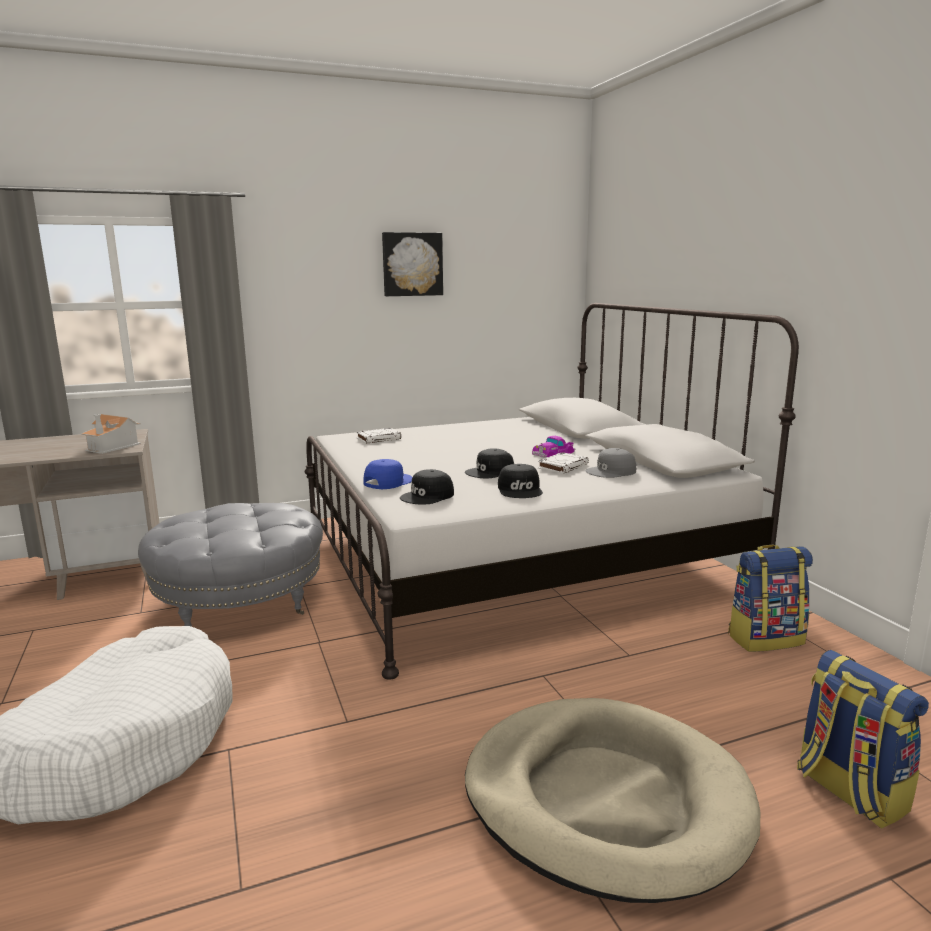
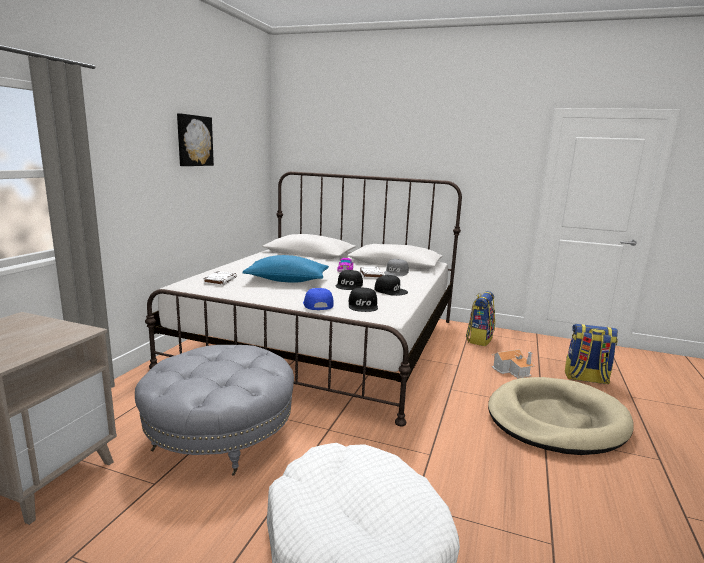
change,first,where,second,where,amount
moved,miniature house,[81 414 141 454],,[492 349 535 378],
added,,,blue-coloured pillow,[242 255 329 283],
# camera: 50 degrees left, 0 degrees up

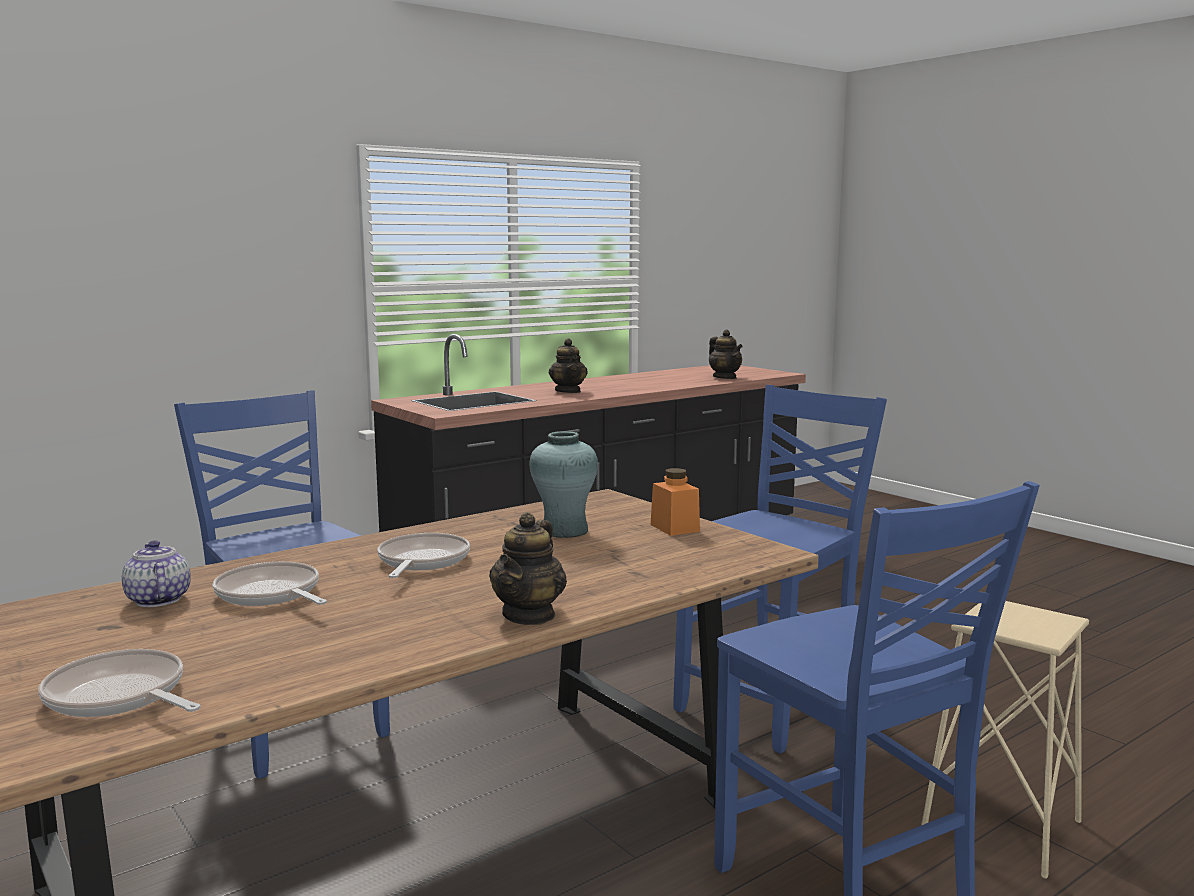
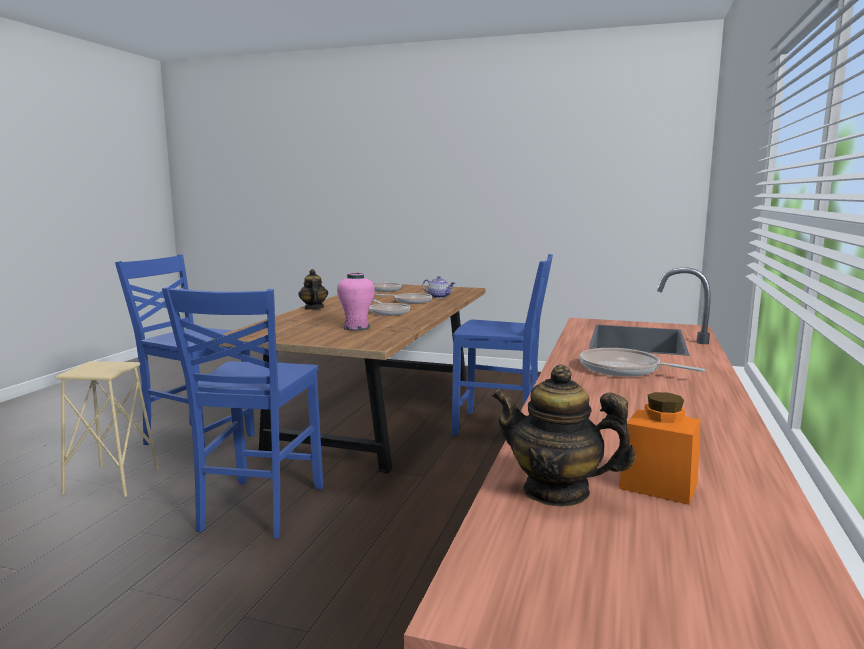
change,first,where,second,where,amount
replaced,tea pot,[549 338 588 393],pan,[579 348 705 377],
recoloured,turquoise-coloured decorative vase,[530 431 598 538],pinkish decorative vase,[337 272 375 331],
moved,orange-coloured preserve jar,[651 468 700 536],,[619 392 700 505],
# camera: 145 degrees right, 0 degrees up

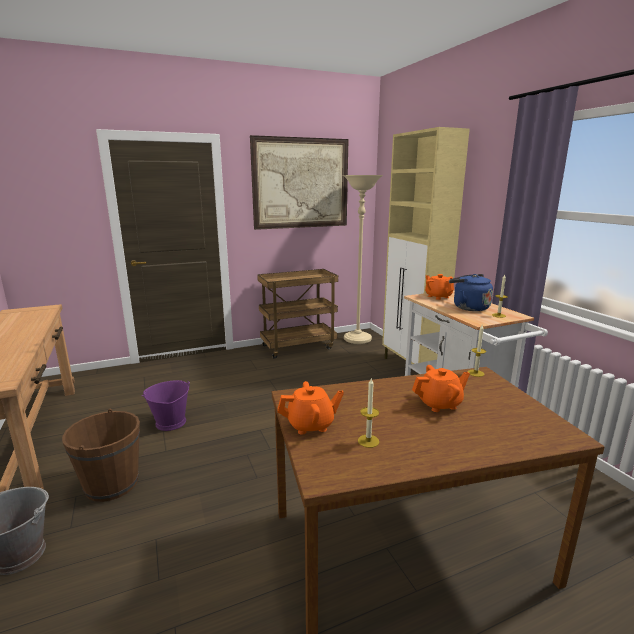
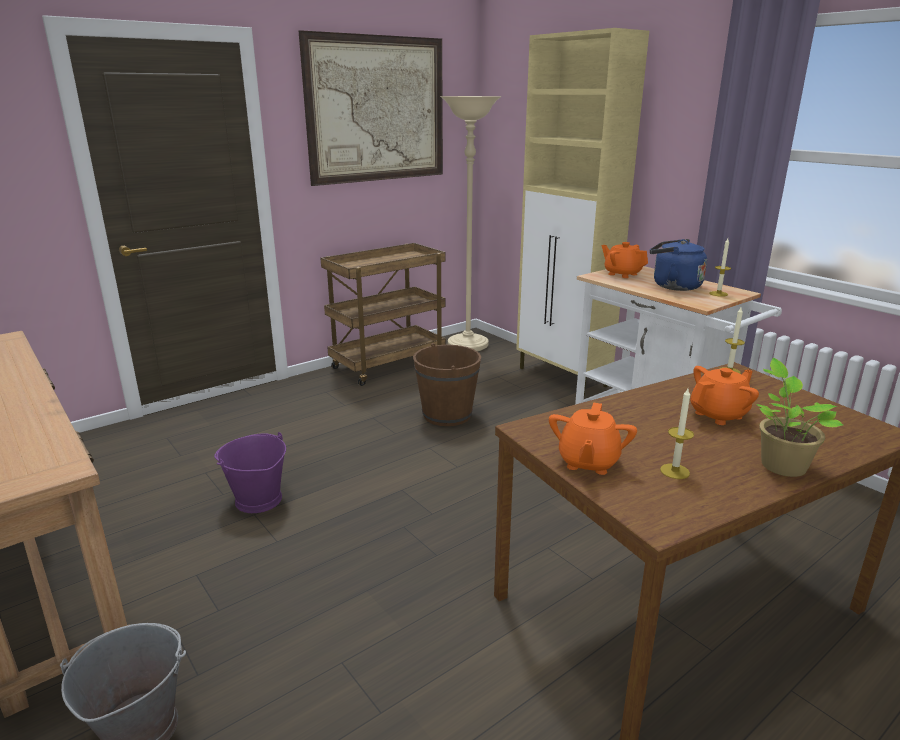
change,first,where,second,where,amount
turned,orange-coloured tea pot,[277 381 344 435],,[549 402 637 475],135 degrees clockwise
moved,brownish pail,[62 409 140 502],,[413 343 481 426],
added,,,plant in a pot,[757 358 843 477],
# camera: 15 degrees left, 5 degrees up

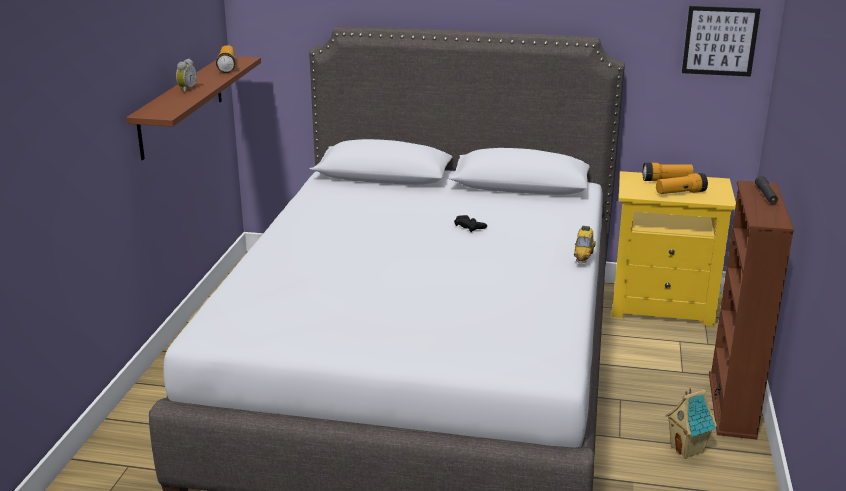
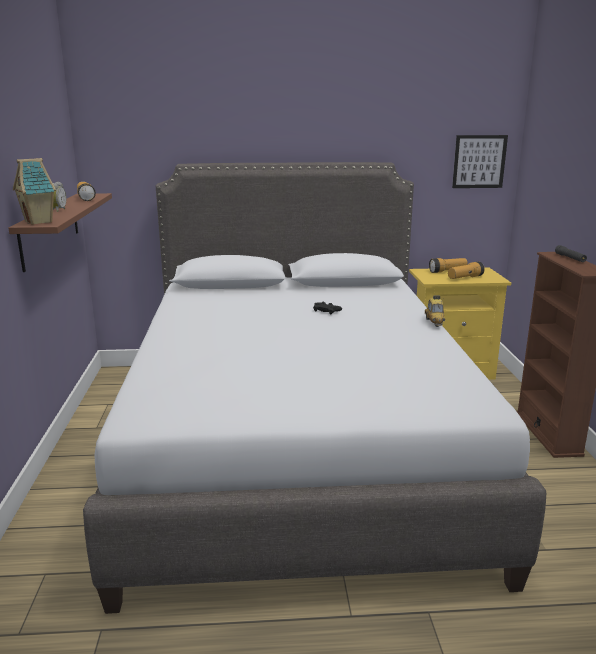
change,first,where,second,where,amount
moved,miniature house,[665 388 717 459],,[13 158 56 225],
# camera: 15 degrees left, 5 degrees down

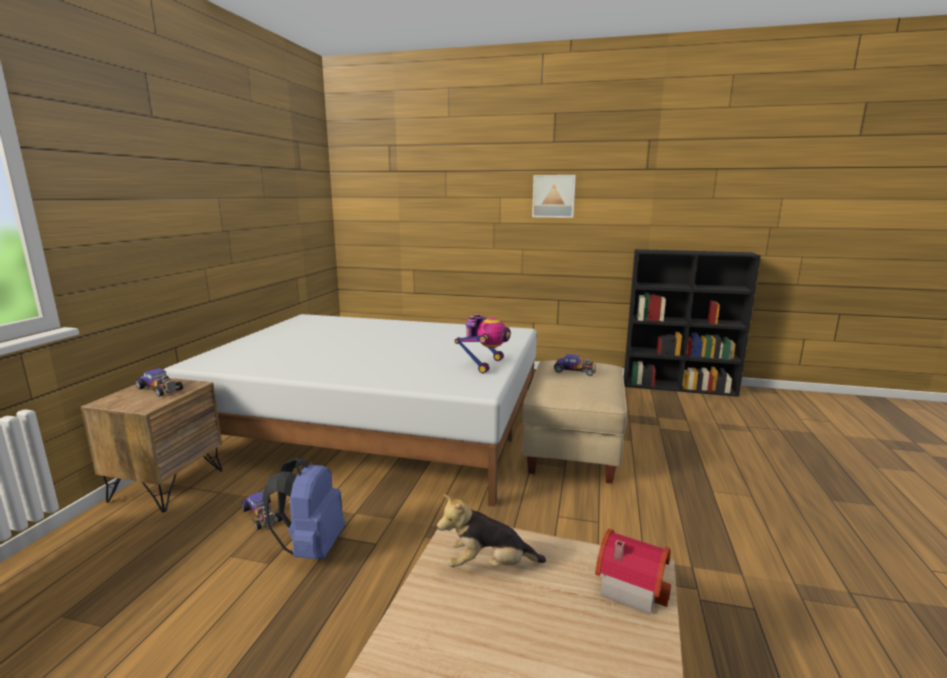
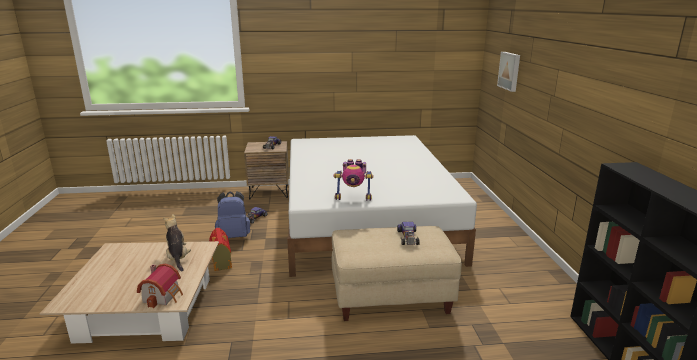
change,first,where,second,where,amount
moved,wall picture,[532 175 576 218],,[497 52 520 92],
added,,,miniature house,[209 228 232 271],
# camera: 70 degrees right, 5 degrees up

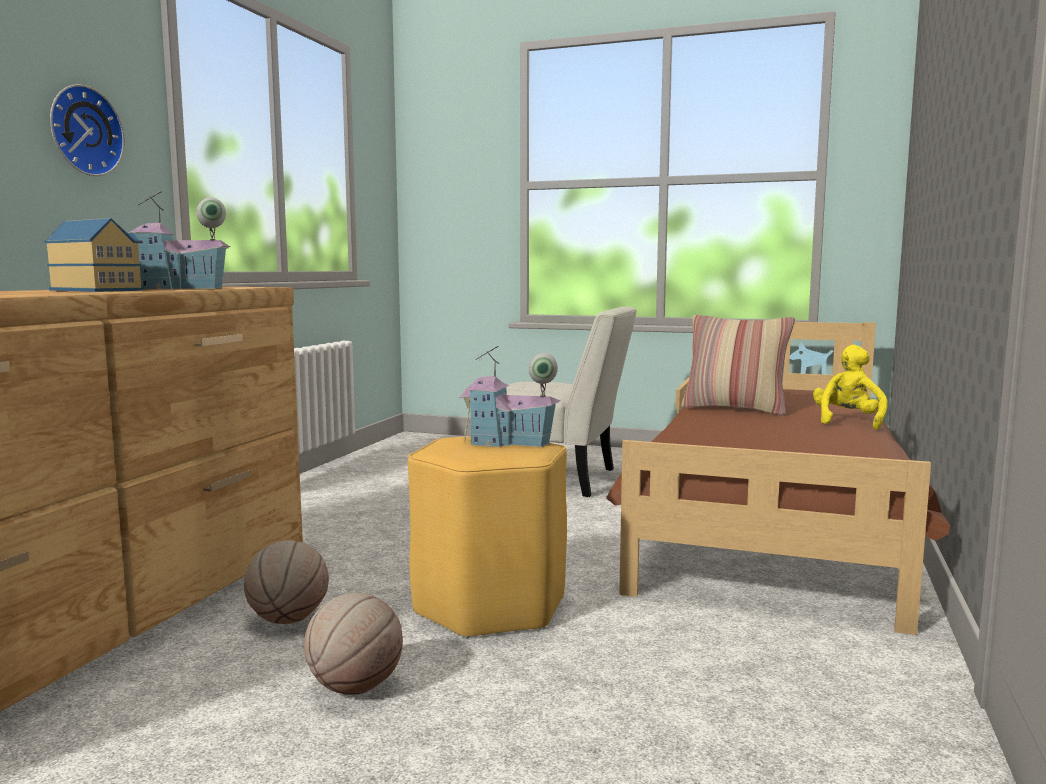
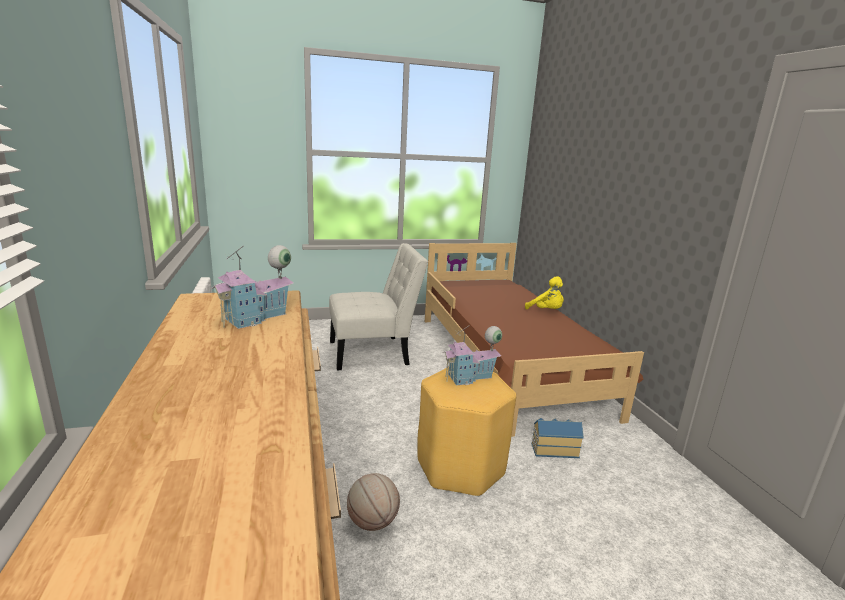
change,first,where,second,where,amount
removed,clock on the wall,[50 84 125 176],,,
moved,miniature house,[44 218 143 292],,[531 418 584 458],
removed,pillow,[681 315 795 416],,,
turned,yellow-coloured plush toy,[813 345 888 430],,[525 276 564 309],150 degrees clockwise
removed,ball for basketball,[304 593 403 695],,,
# camera: 35 degrees left, 10 degrees up

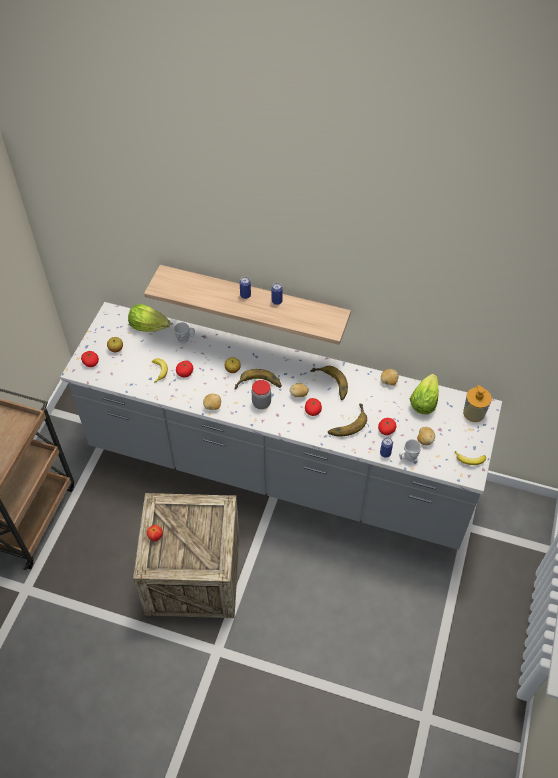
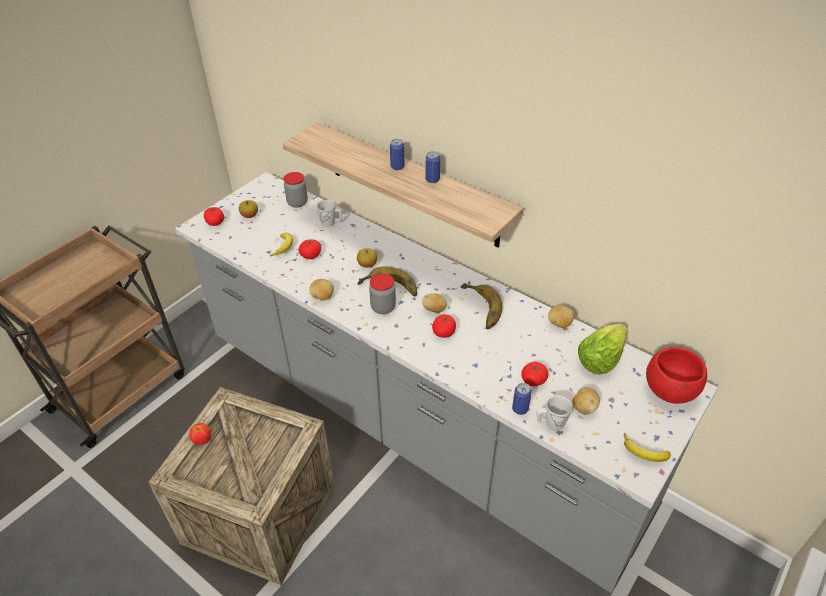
change,first,where,second,where,amount
replaced,lettuce,[128 304 170 332],preserve jar,[284 172 308 208],
replaced,soap bottle,[463 385 492 422],red deep dish,[646 347 707 404],
removed,banana fruit,[328 403 367 436],,,
# camera: 20 degrees right, 10 degrees down

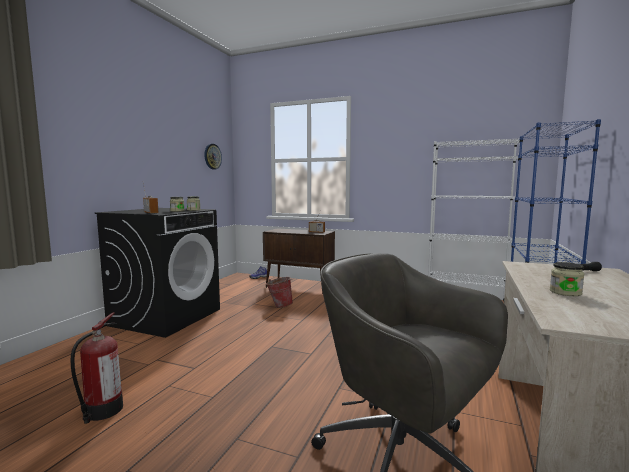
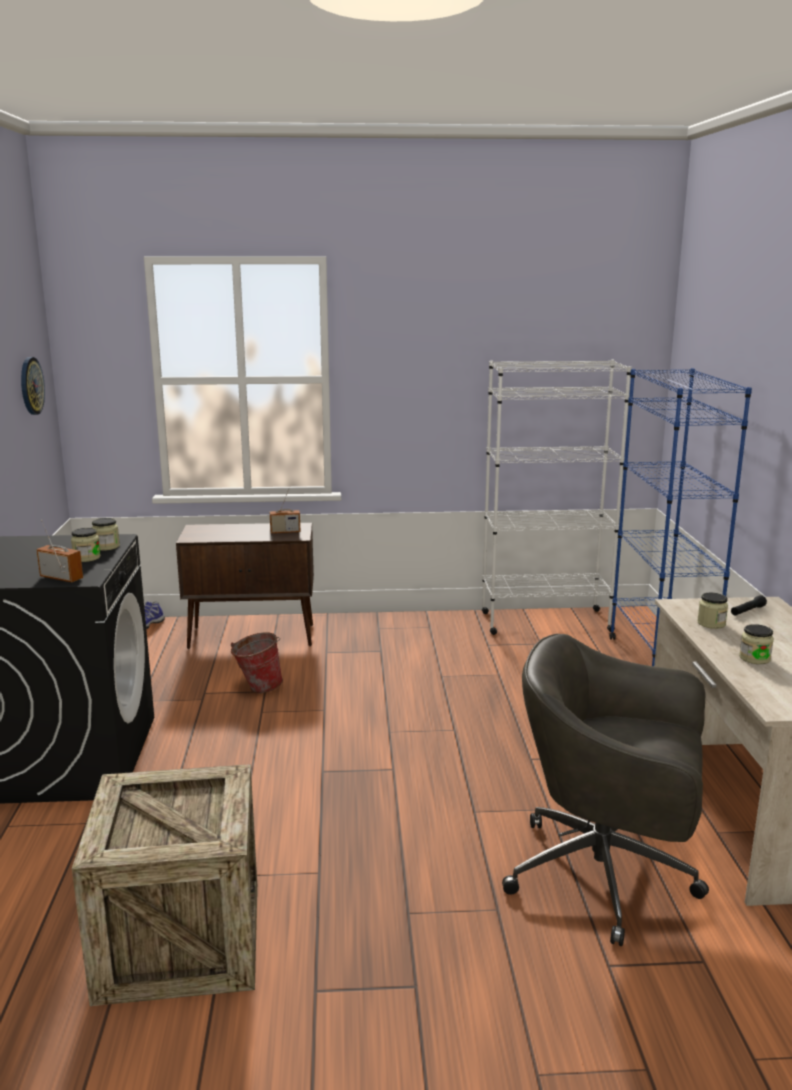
change,first,where,second,where,amount
replaced,fire-fighting cylinder,[70 313 123 424],packing crate,[72 764 257 1006],
added,,,preserve jar,[697 593 728 629],
# camera: 25 degrees left, 10 degrees up

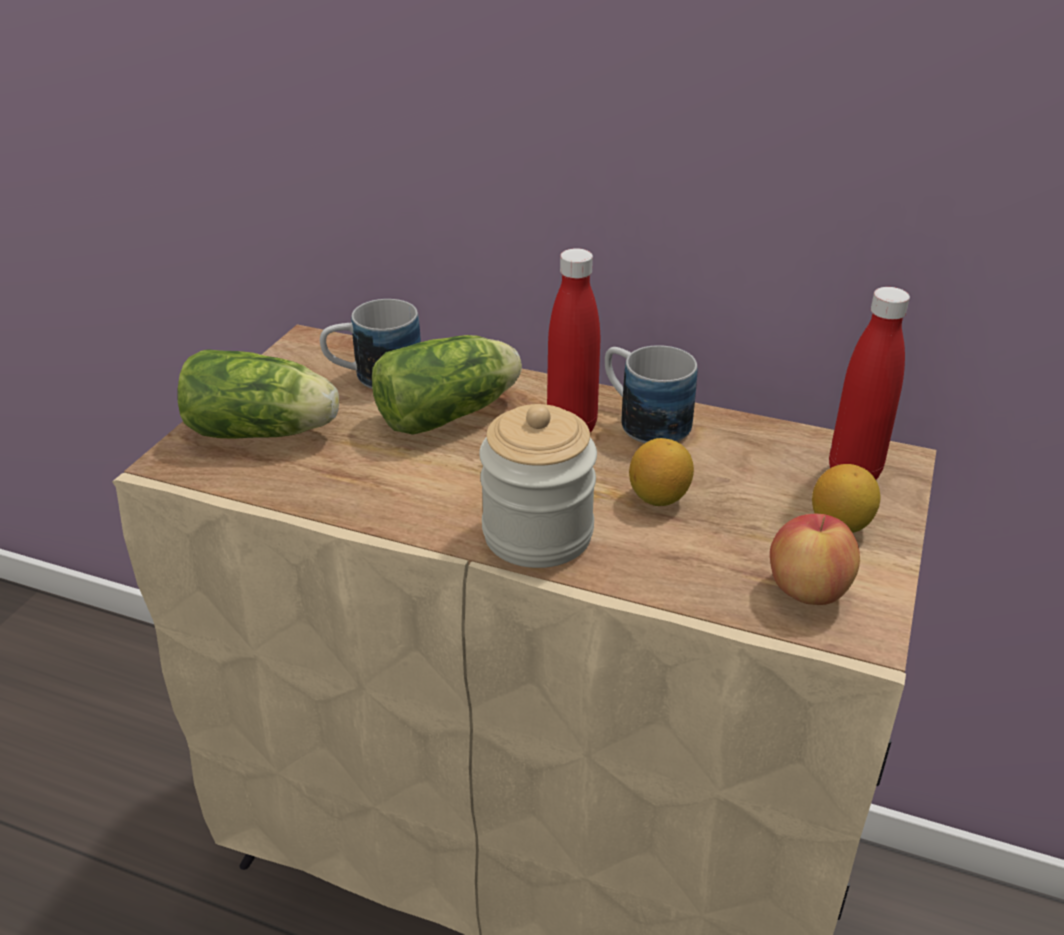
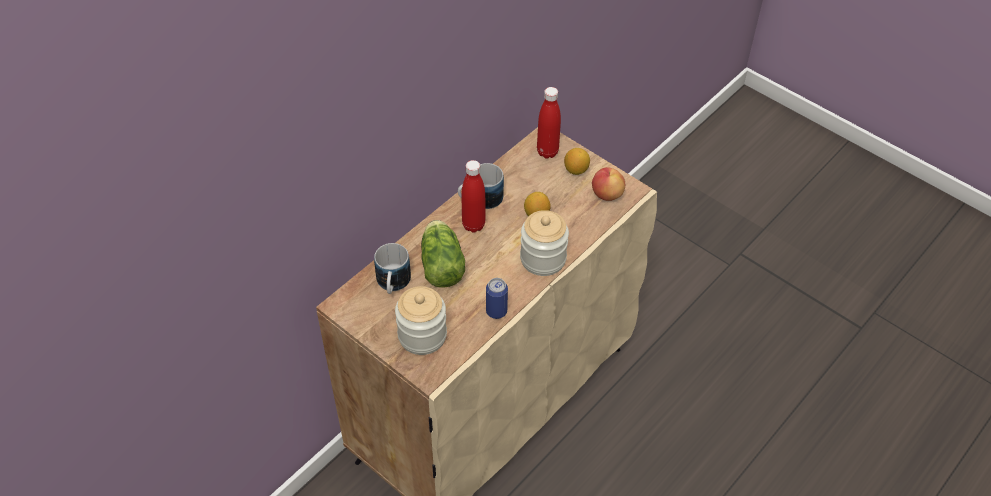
change,first,where,second,where,amount
replaced,lettuce,[177 349 339 439],preserve jar,[395 286 447 355],
added,,,metal can,[486 278 508 319],
# camera: 70 degrees left, 15 degrees up

